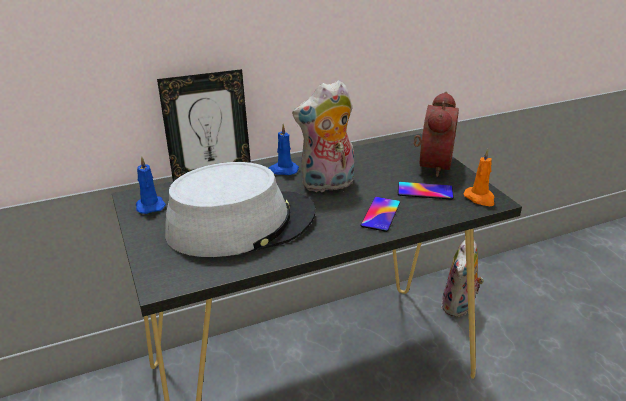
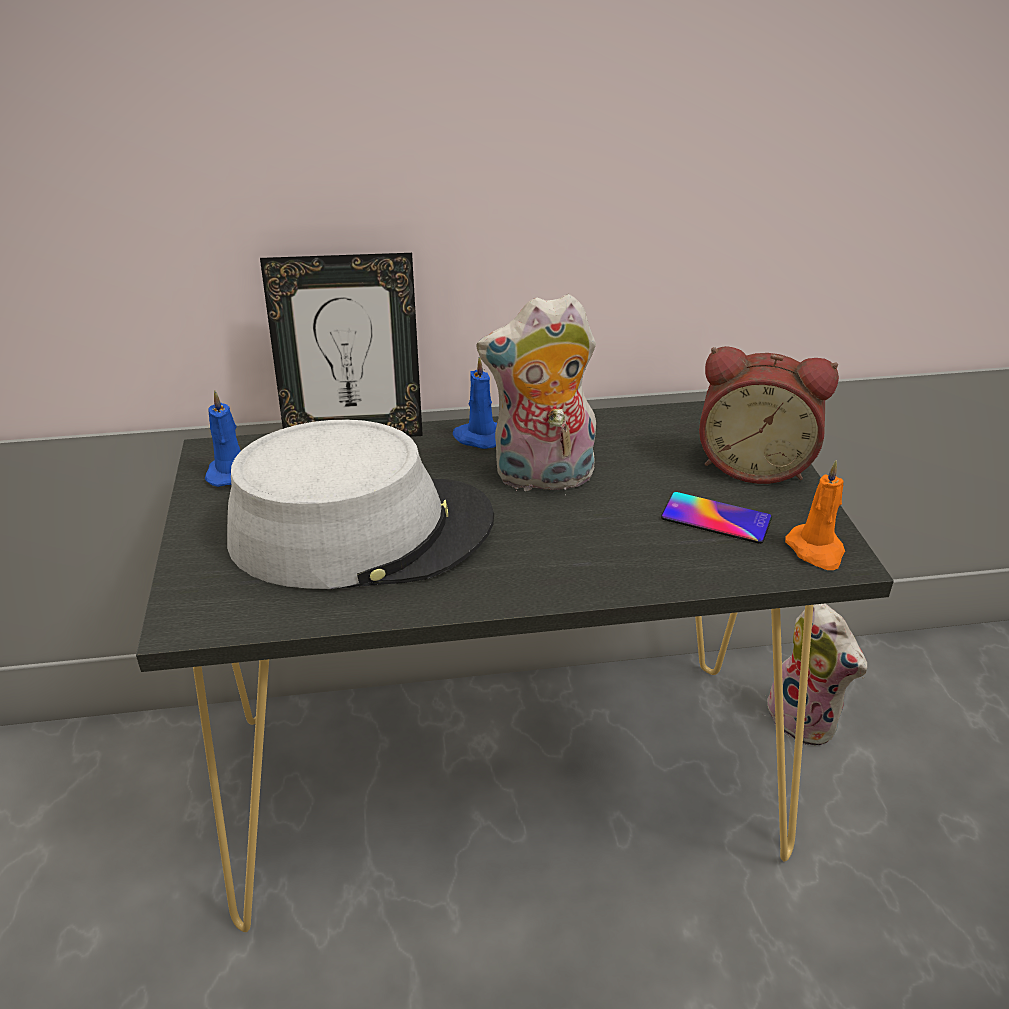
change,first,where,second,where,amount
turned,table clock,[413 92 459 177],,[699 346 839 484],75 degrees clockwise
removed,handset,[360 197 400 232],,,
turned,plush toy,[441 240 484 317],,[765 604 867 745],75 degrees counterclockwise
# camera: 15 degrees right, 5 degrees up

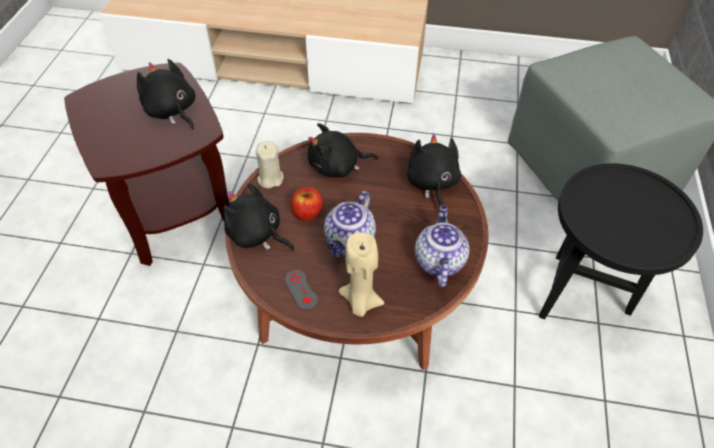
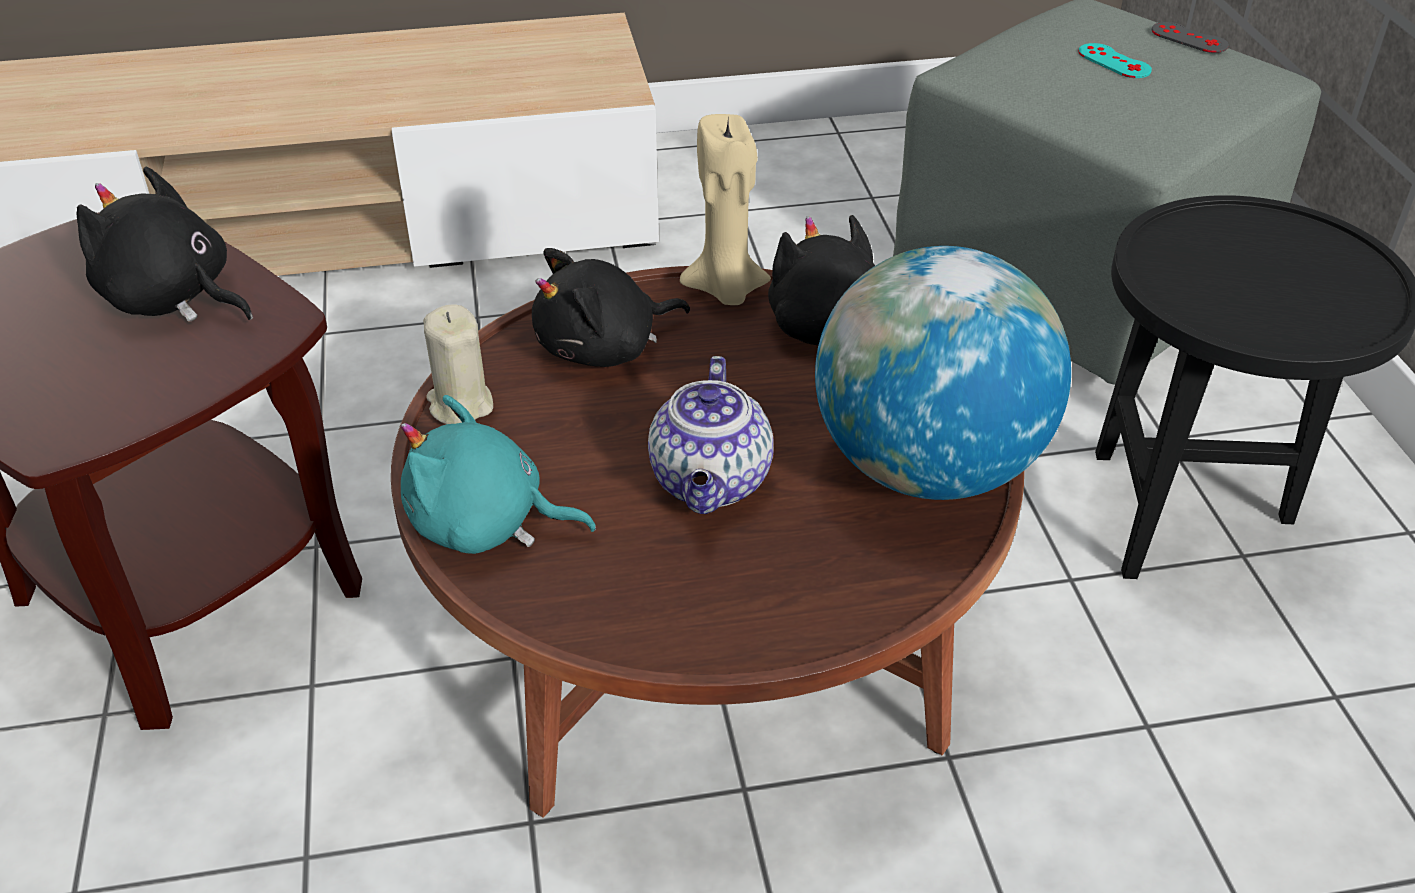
change,first,where,second,where,amount
recoloured,black plush toy,[223 183 295 251],turquoise-coloured plush toy,[401 395 596 554],
removed,apple,[291 187 323 221],,,
replaced,tea pot,[415 205 470 287],world globe,[815 246 1071 500],
moved,sand-coloured wax candle,[339 232 385 317],,[680 114 771 305],
moved,grey joypad,[285 270 318 310],,[1152 22 1229 53],
added,,,turquoise-coloured joypad,[1078 43 1152 78],
# camera: 20 degrees left, 10 degrees down

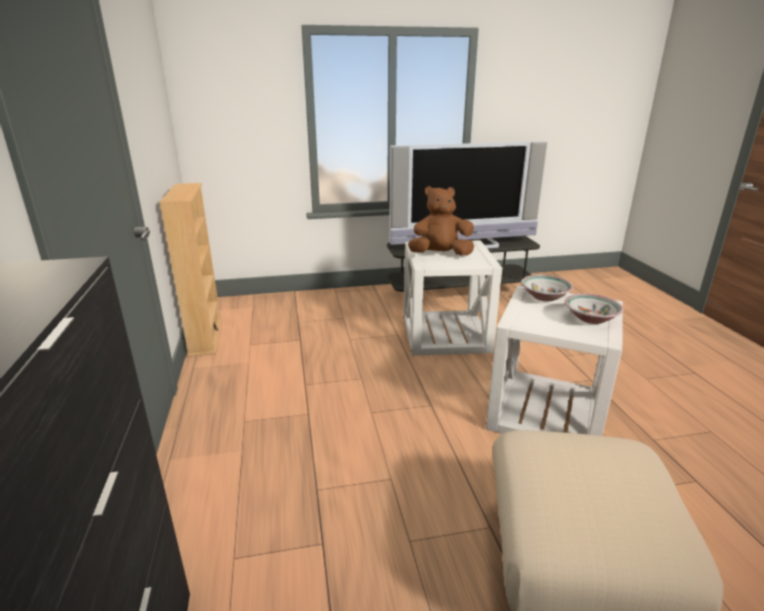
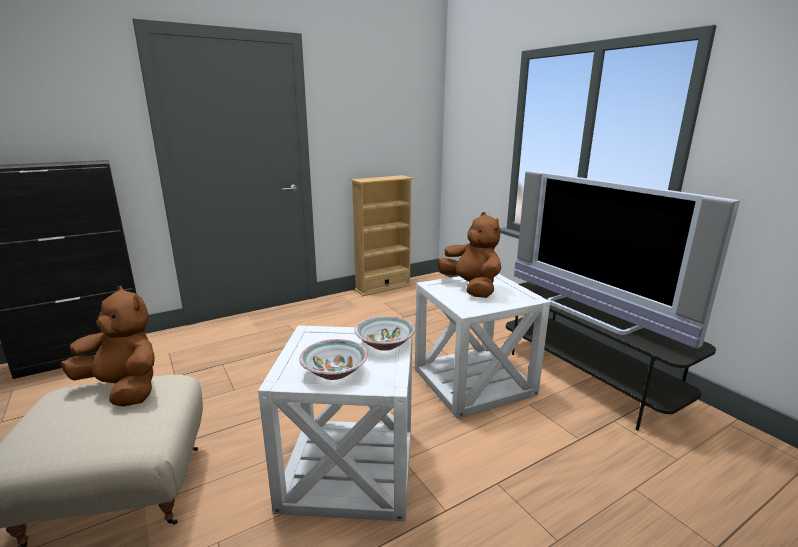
change,first,where,second,where,amount
added,,,brownish plush toy,[61 286 155 407],
# camera: 70 degrees right, 5 degrees down

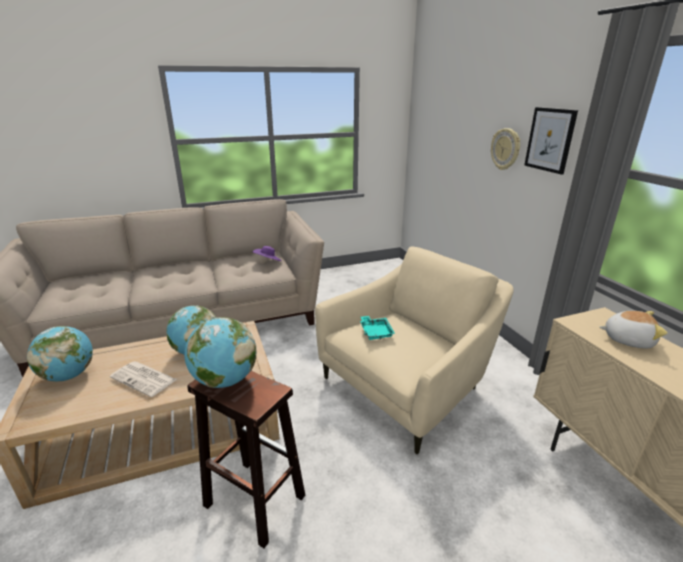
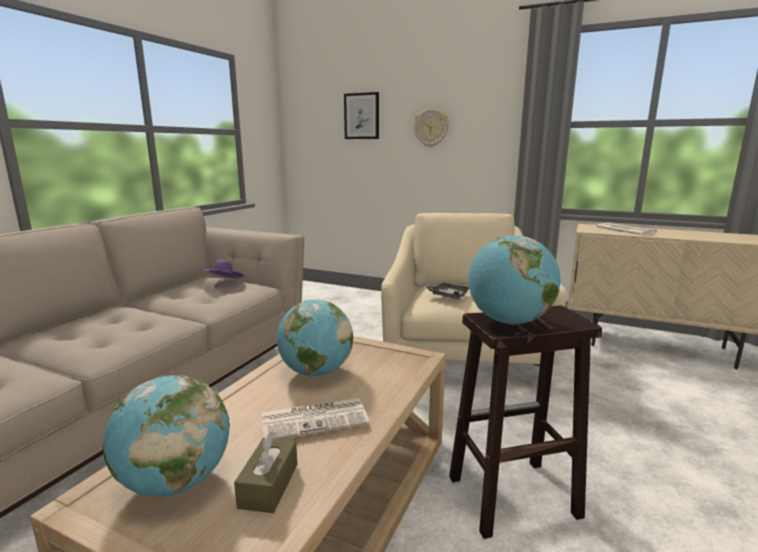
change,first,where,second,where,amount
moved,wall picture,[524 107 578 175],,[344 92 379 139],
replaced,plush toy,[599 311 668 349],daily paper,[594 223 657 235],
recoloured,turquoise-coloured carrying tray,[360 316 395 340],grey carrying tray,[424 281 469 299],
added,,,brownish tissue holder,[234 431 297 513],
# camera: 45 degrees left, 10 degrees down

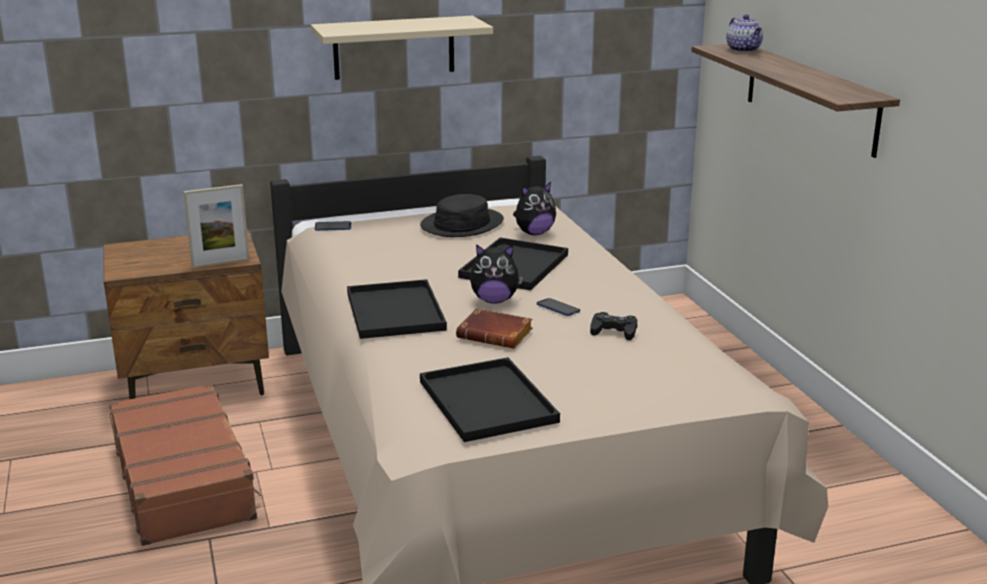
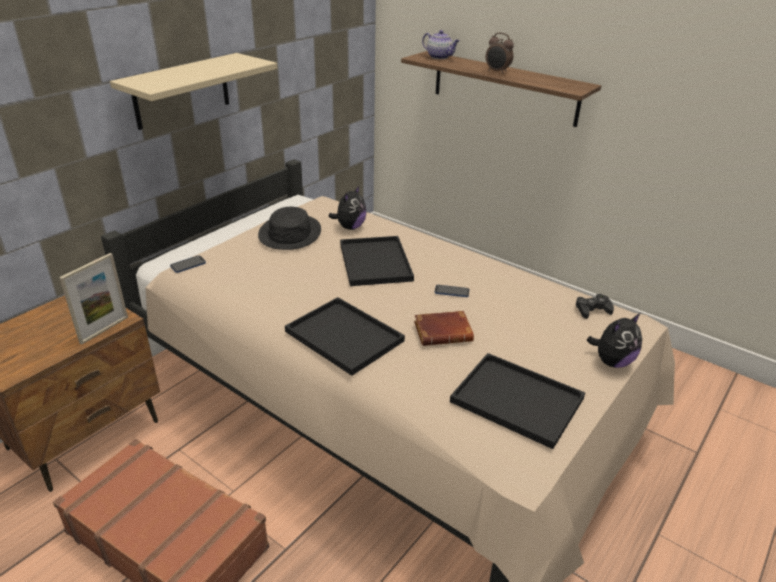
change,first,where,second,where,amount
moved,plush toy,[470 244 523 303],,[587 313 642 368],
moved,black joypad,[590 312 637 340],,[576 294 614 319],
added,,,table clock,[486 33 514 74],
# camera: 35 degrees left, 10 degrees up

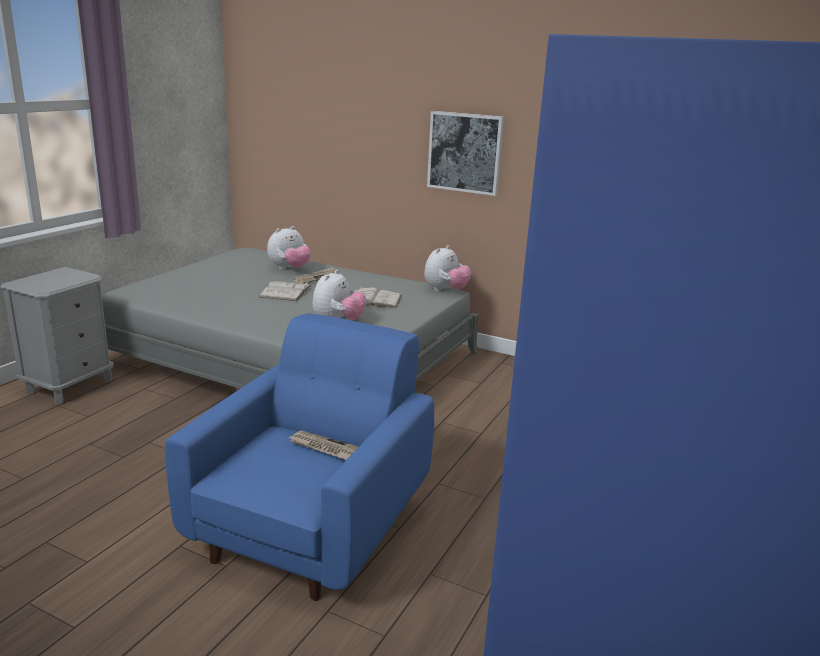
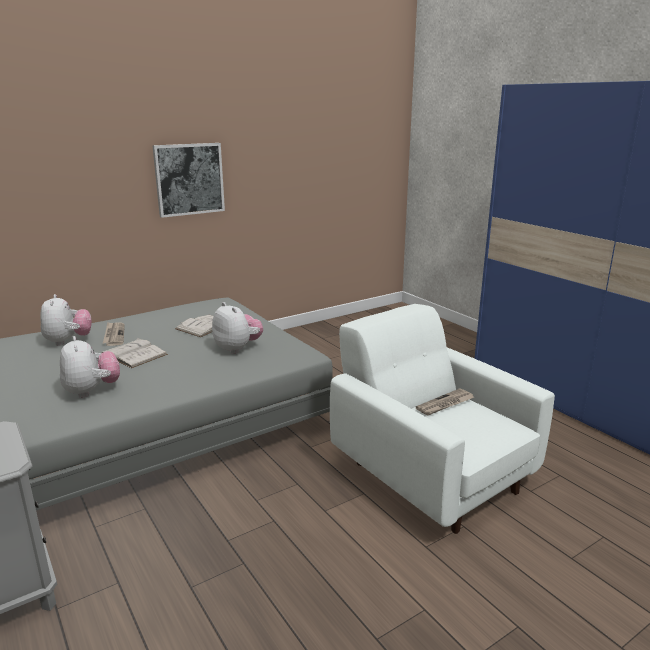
change,first,where,second,where,amount
moved,plush toy,[424 245 471 292],,[60 336 120 398],
recoloured,blue-coloured armchair,[165 313 434 601],white armchair,[330 304 555 534],
# camera: 60 degrees left, 0 degrees up

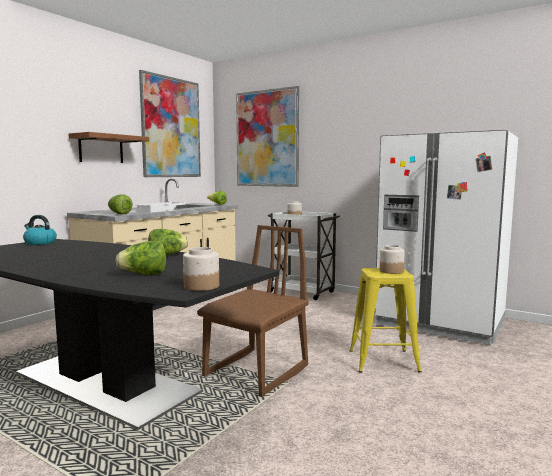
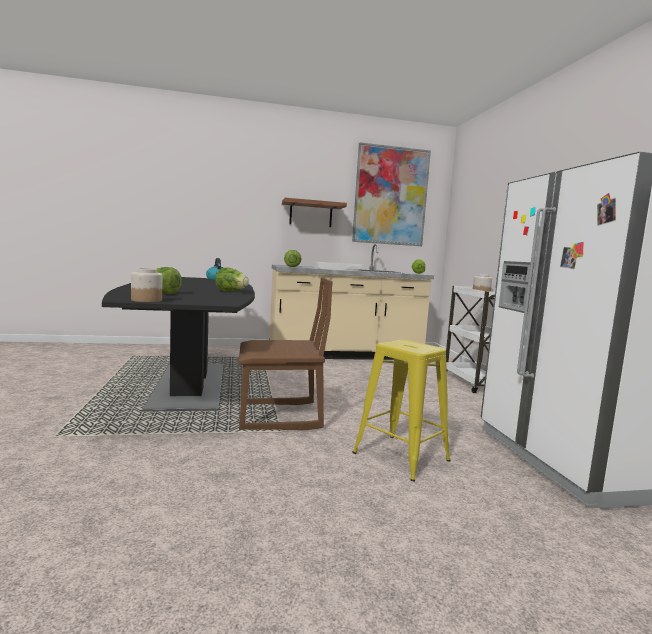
change,first,where,second,where,amount
removed,wall picture,[236 86 299 187],,,
removed,preserve jar,[380 245 405 274],,,
# camera: 45 degrees right, 0 degrees up

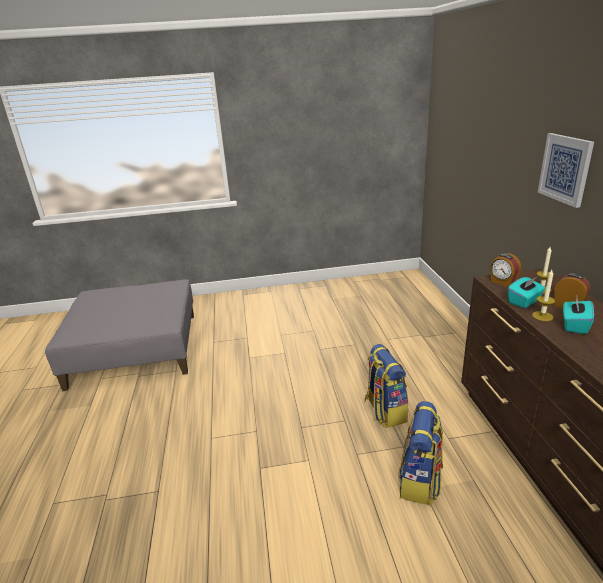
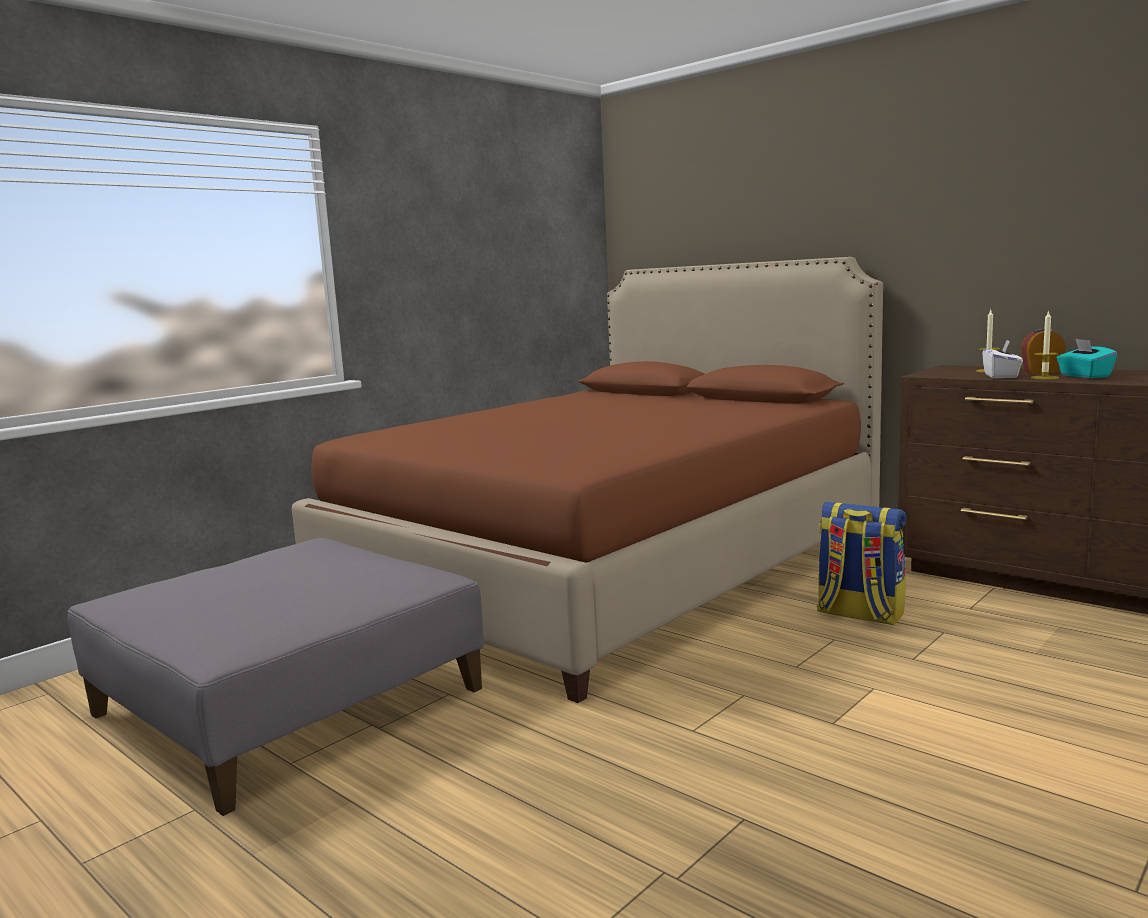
change,first,where,second,where,amount
removed,wall picture,[538 133 594 208],,,
removed,table clock,[490 253 521 287],,,
recoloured,turquoise-coloured tissue holder,[508 277 546 308],white tissue holder,[982 340 1023 378],
removed,rucksack,[398 401 443 505],,,
added,,,brownish bed,[292 257 883 703],
# camera: 40 degrees left, 15 degrees down

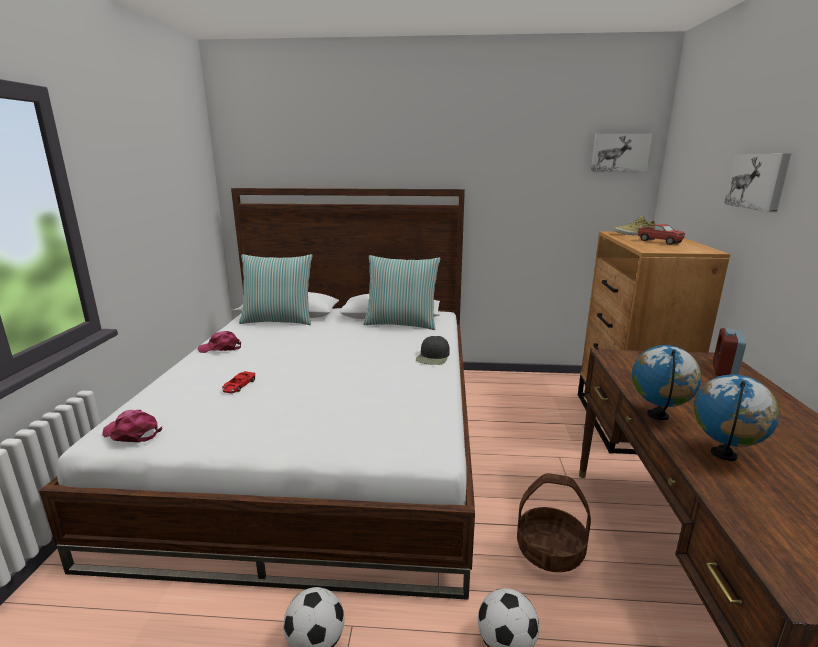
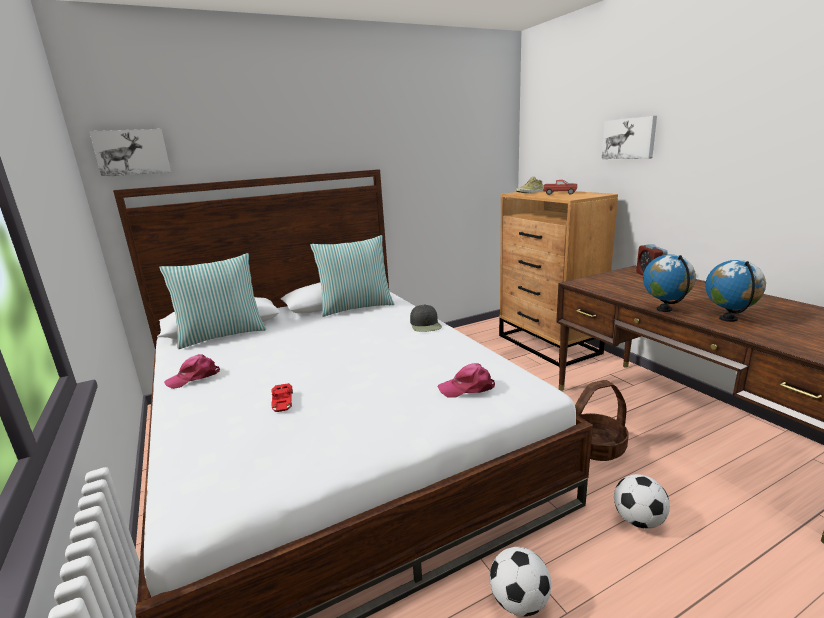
change,first,where,second,where,amount
moved,wall picture,[591 133 653 172],,[89 129 171 177],
moved,pinkish baseball cap,[102 410 162 442],,[438 363 495 398],
# camera: 30 degrees left, 0 degrees up

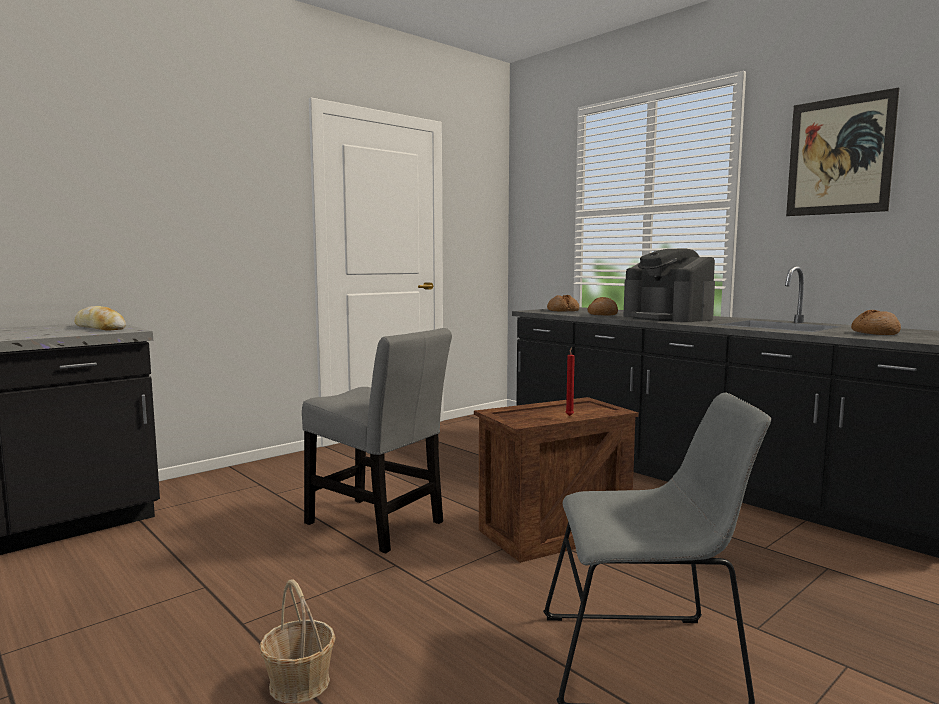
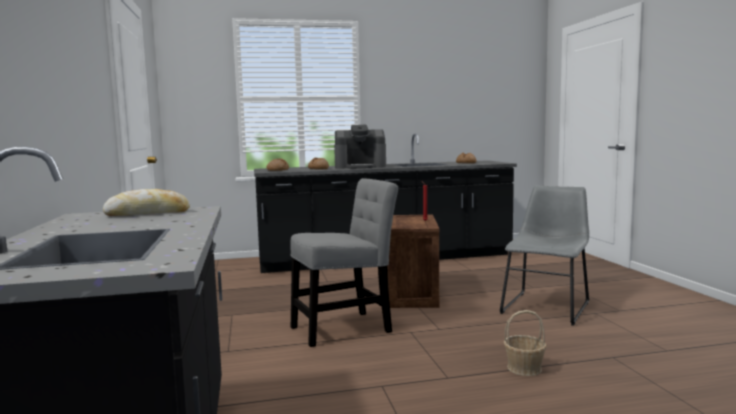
change,first,where,second,where,amount
removed,wall picture,[786 87 899 216],,,
# camera: 60 degrees left, 0 degrees up

